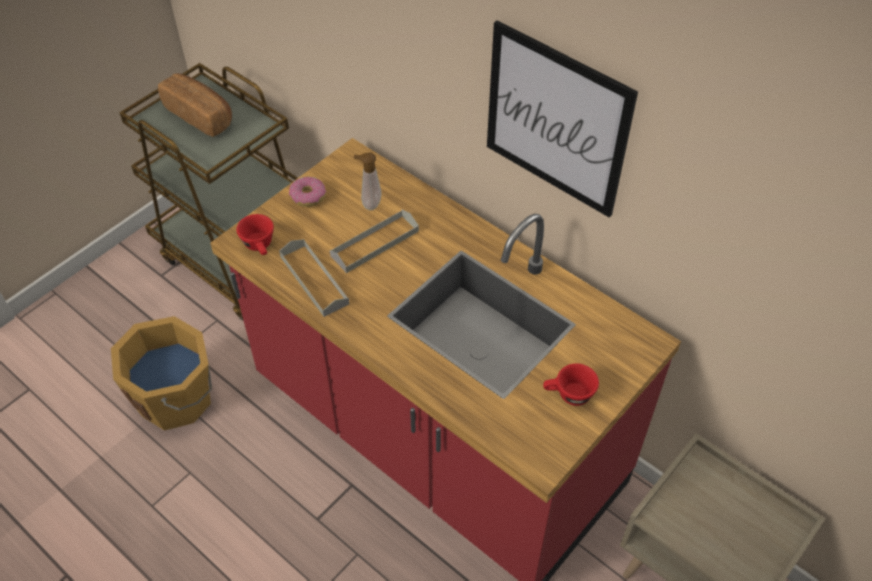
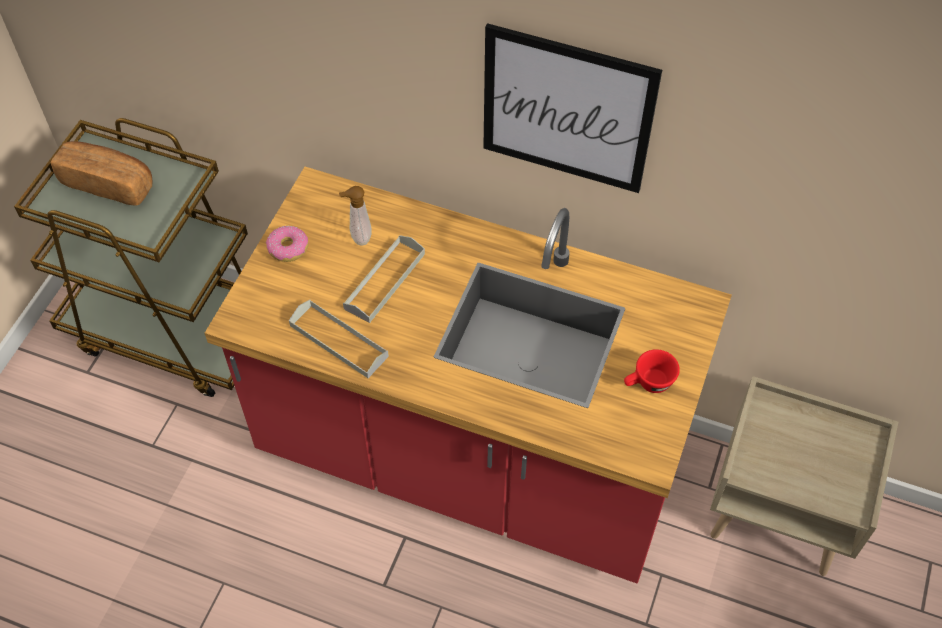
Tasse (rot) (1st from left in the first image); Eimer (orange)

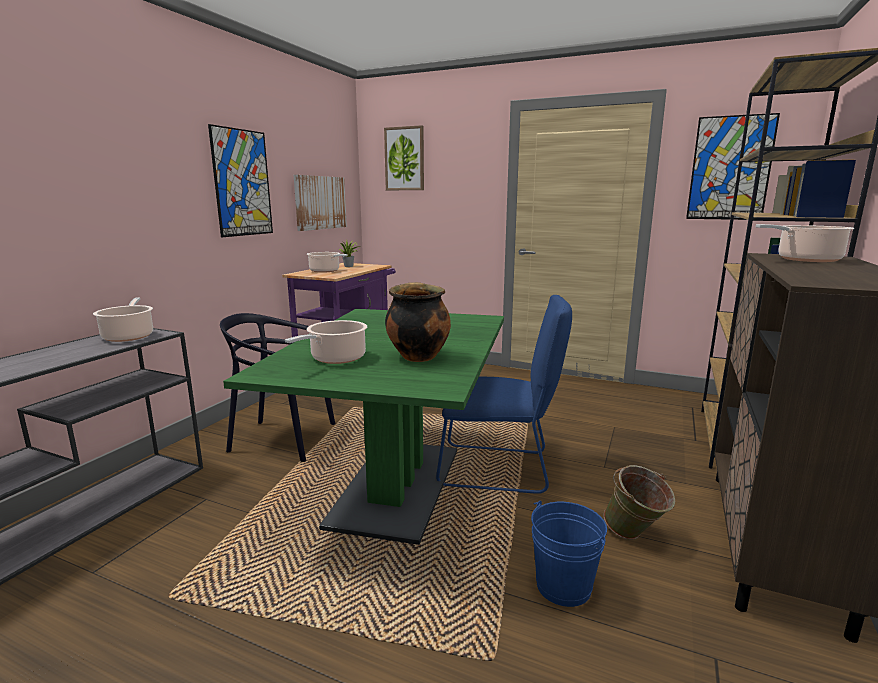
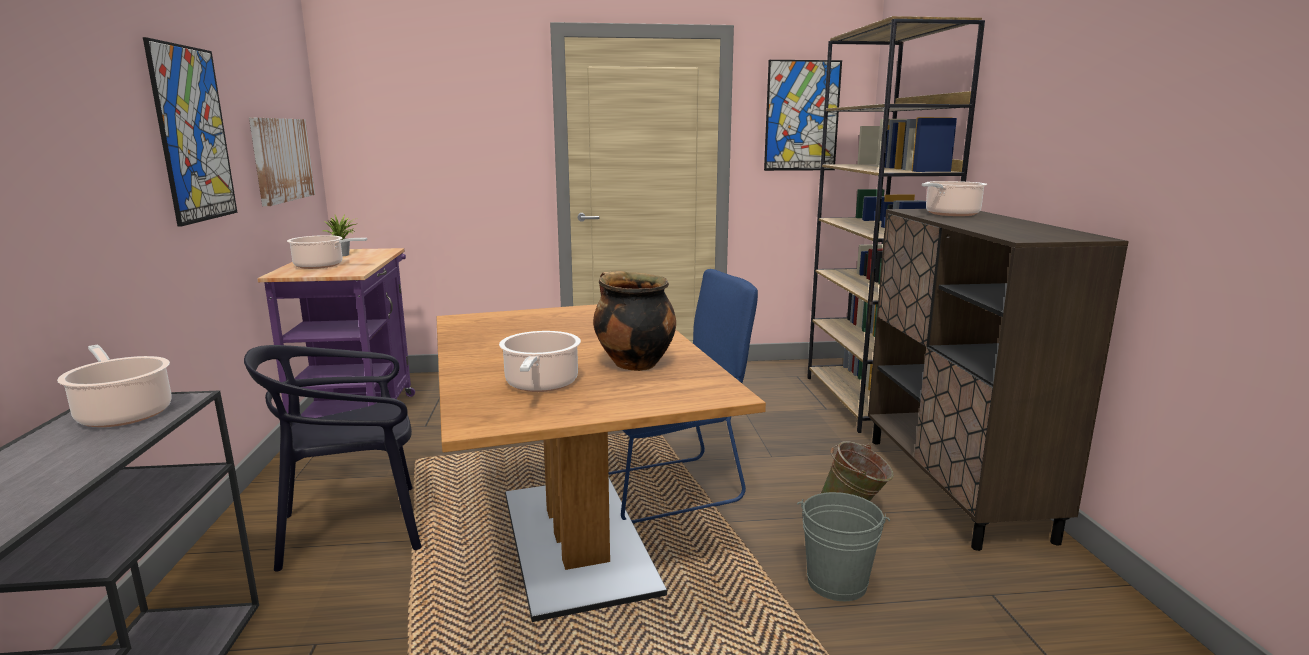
Bild (3rd from left in the first image); Esstisch (braun); Eimer (grau)

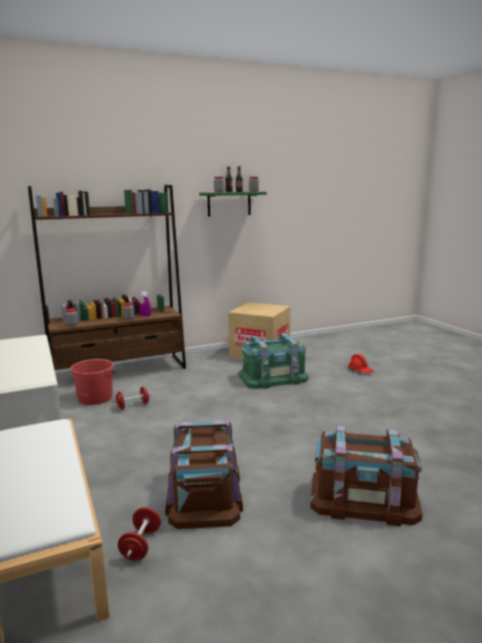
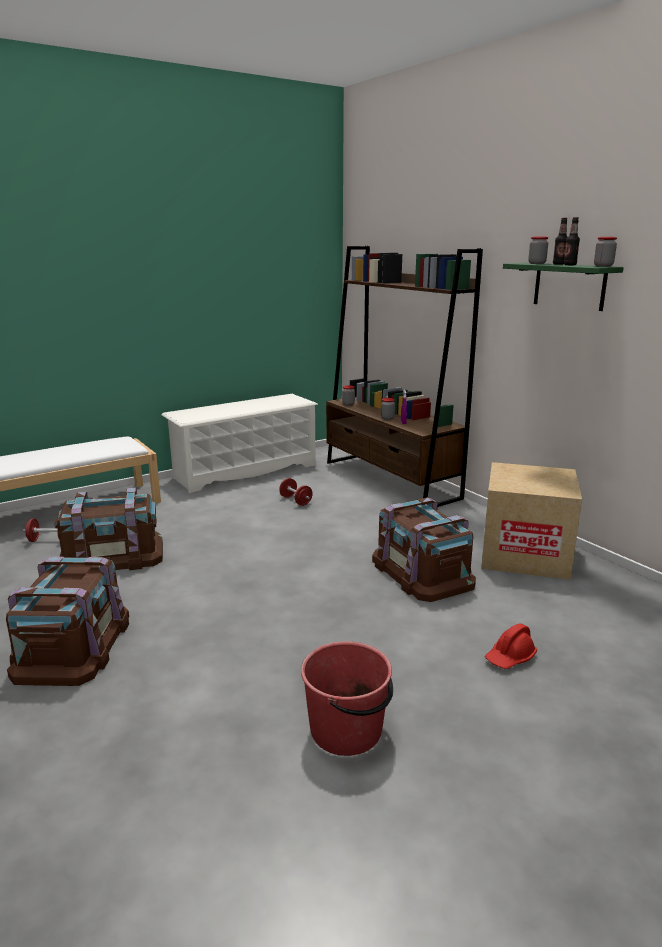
Aufbewahrungsbox (braun) (3rd from left); Eimer (rot)

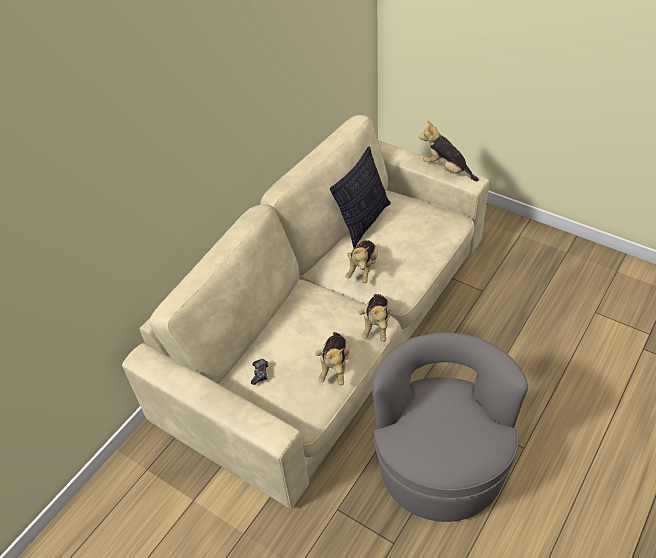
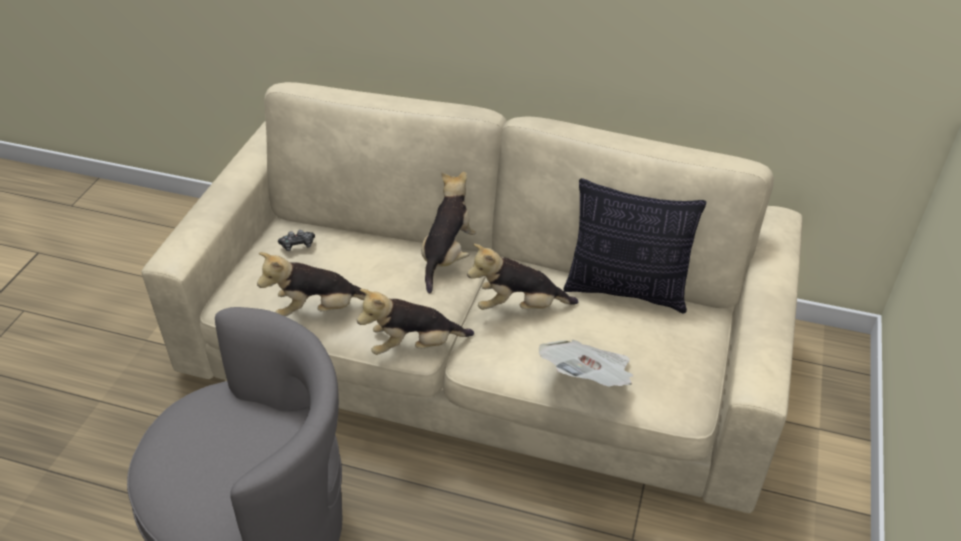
Plüschtier (3rd from left); Zeitung

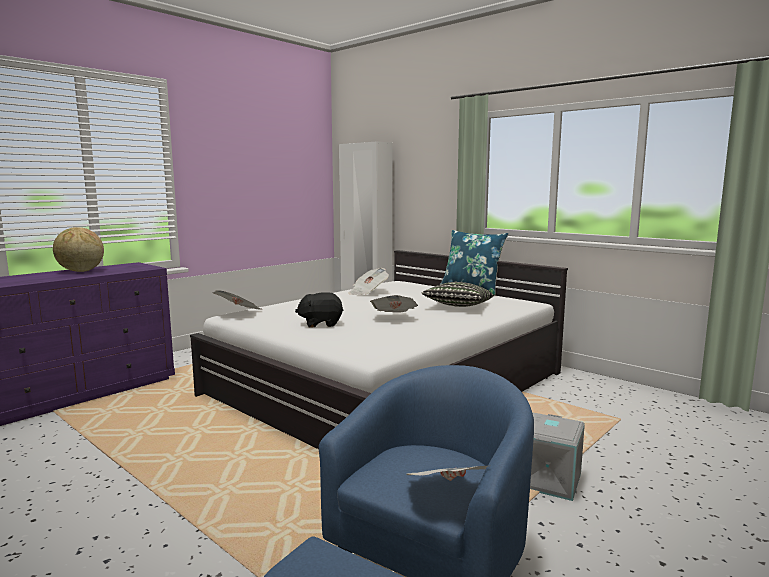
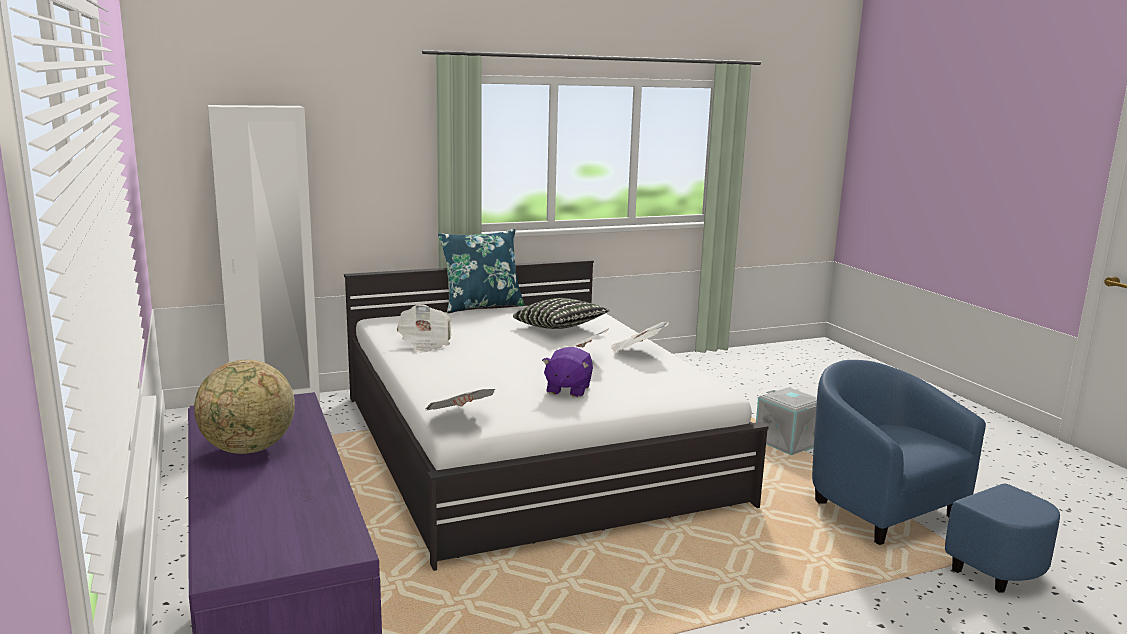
Plüschtier (lila); Zeitung (4th from left)

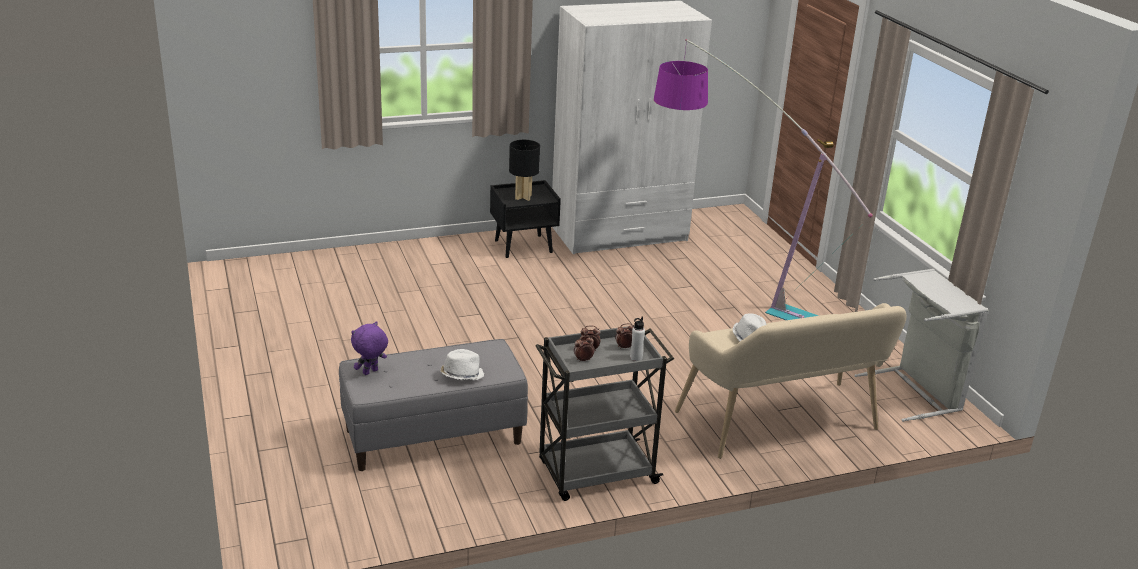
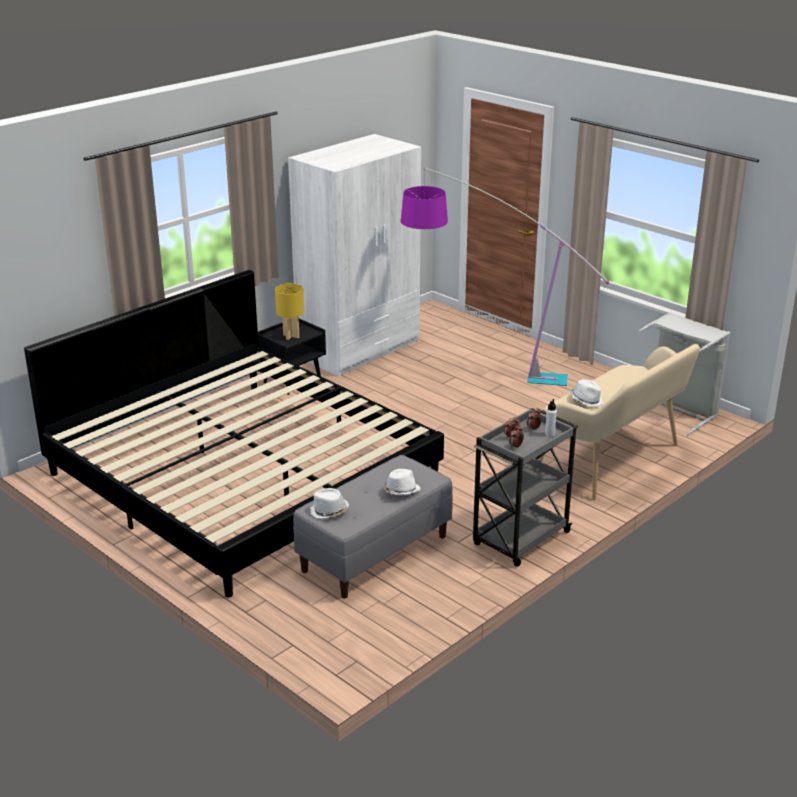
Tischlampe (gelb); Hut (weiß) (1st from left); Bett

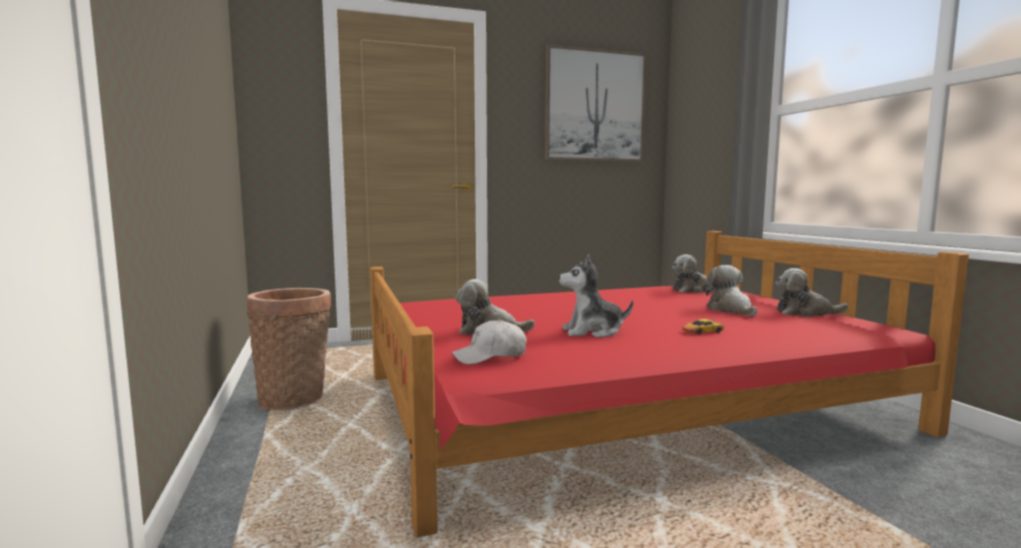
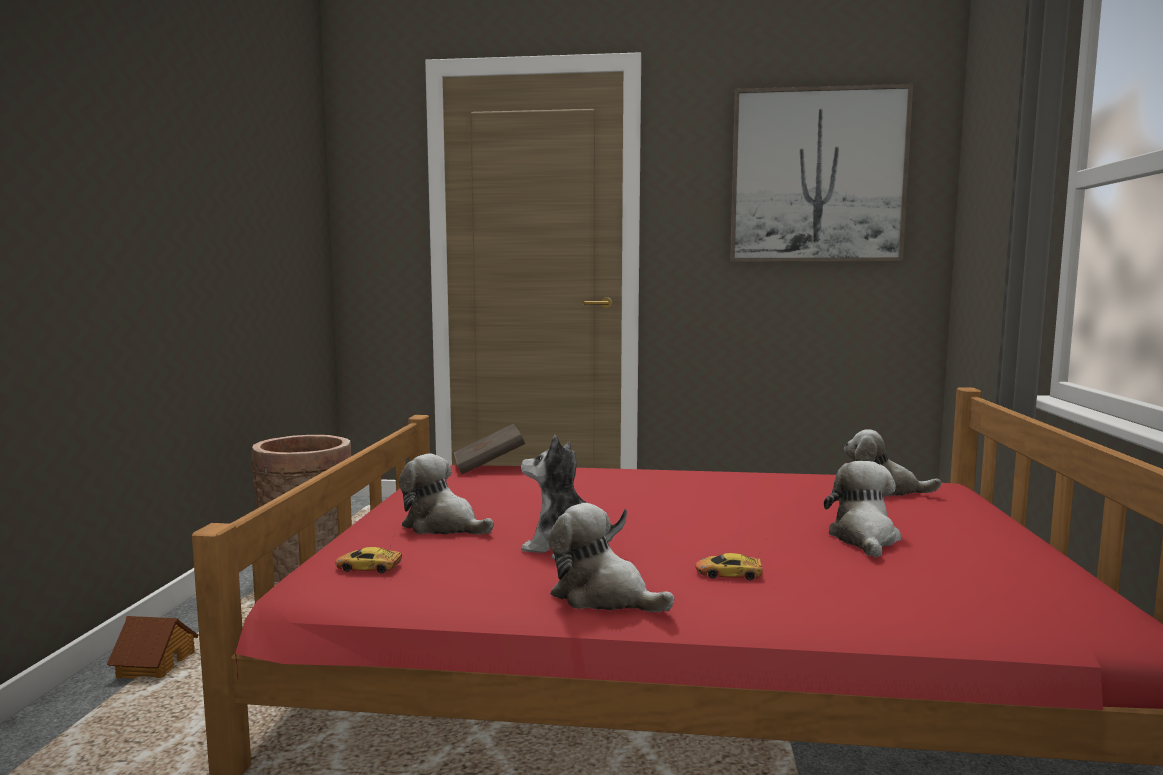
Plüschtier (3rd from left); Spielzeugauto (1st from left); Buch (braun); Spielzeughaus

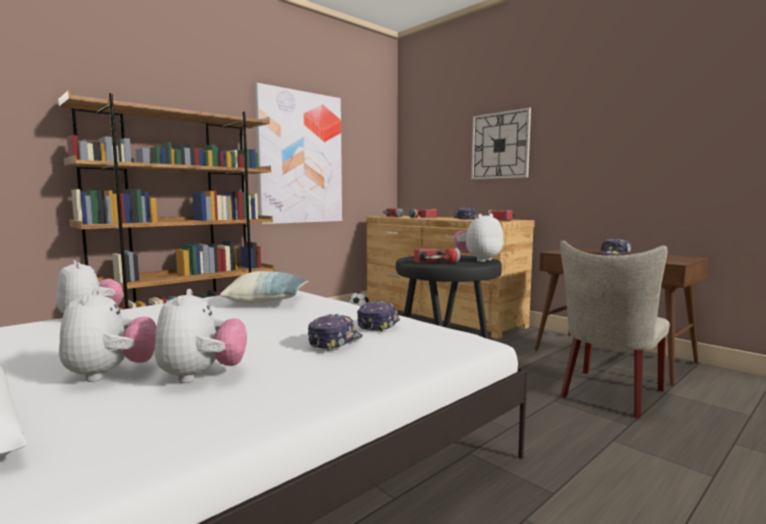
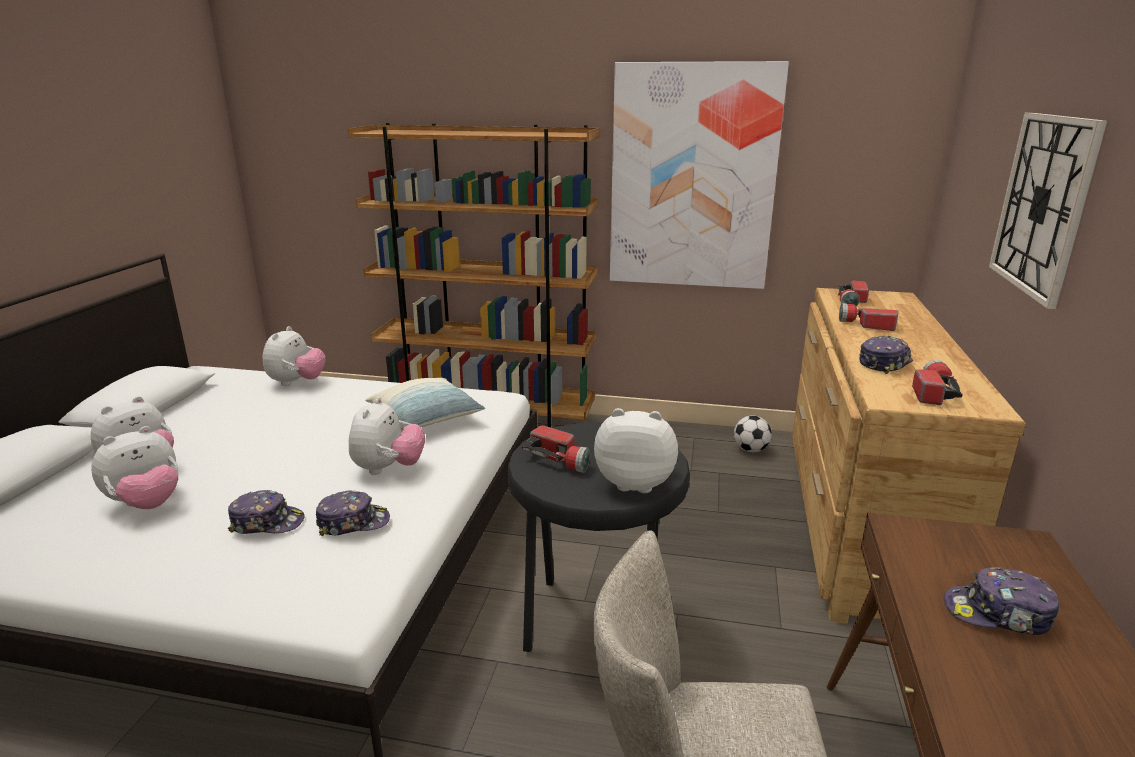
Plüschtier (4th from left)

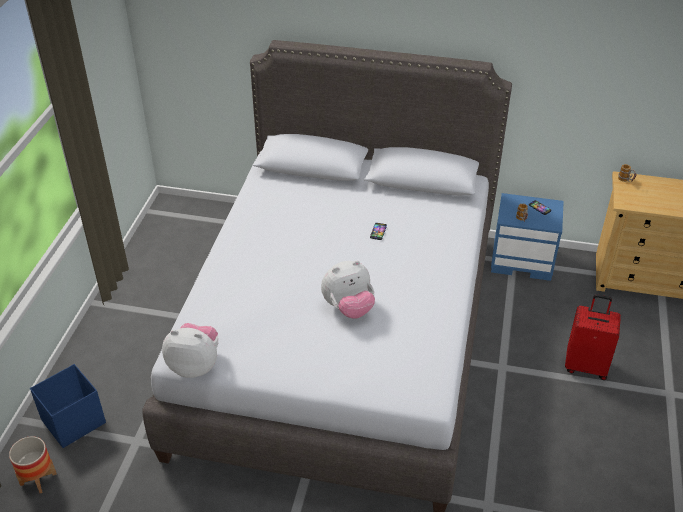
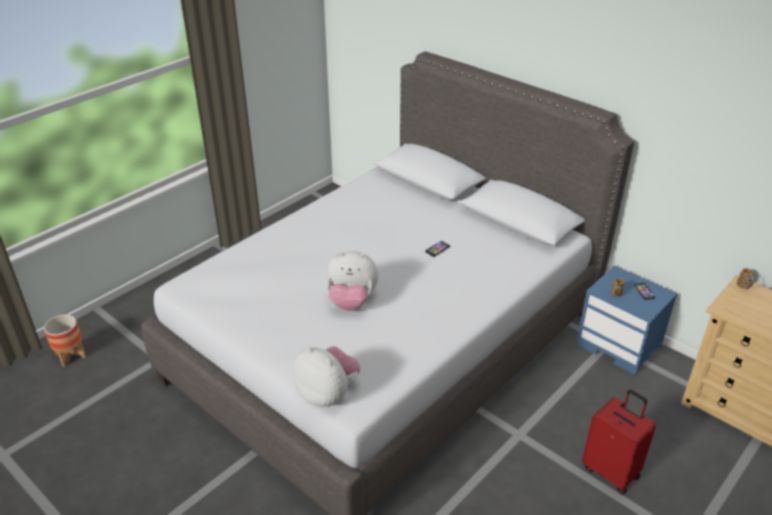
Plüschtier (1st from left); Aufbewahrungsbox (blau)

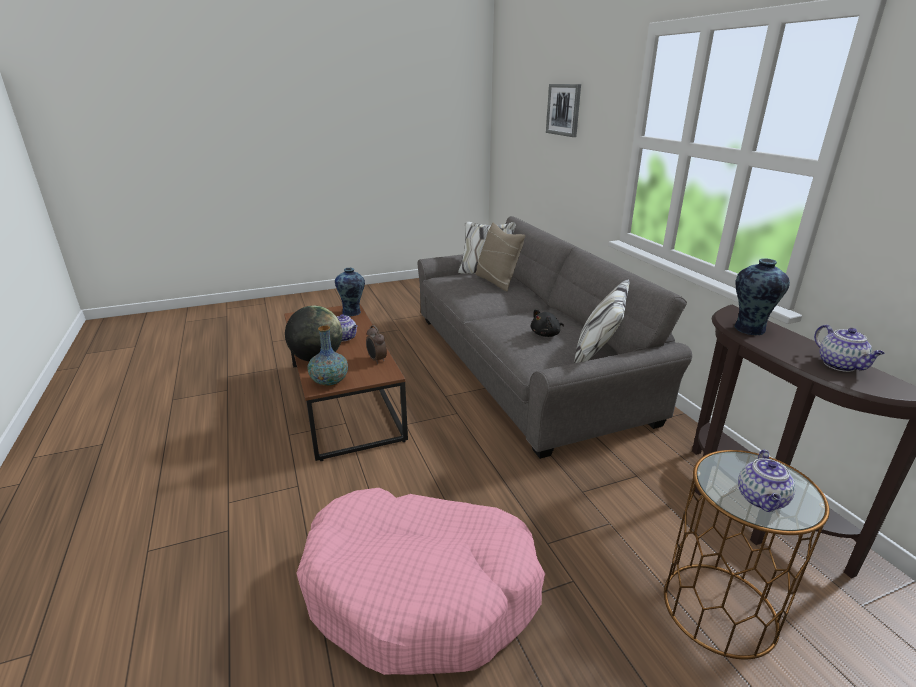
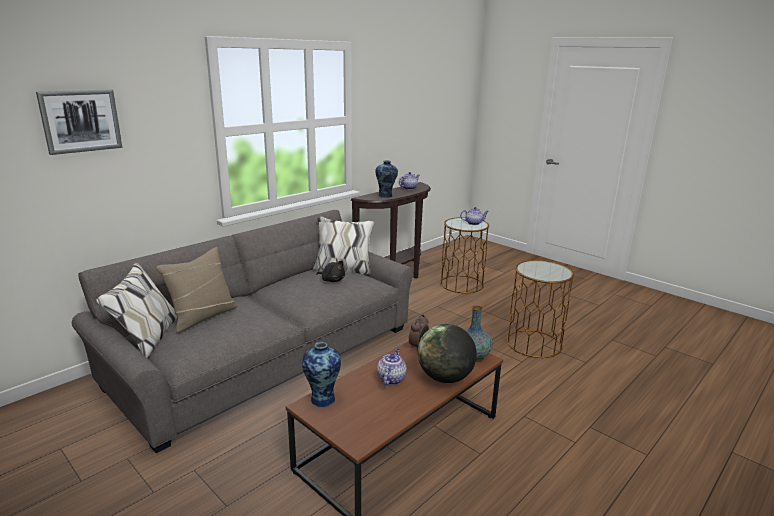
Beistelltisch (braun) (2nd from left)

